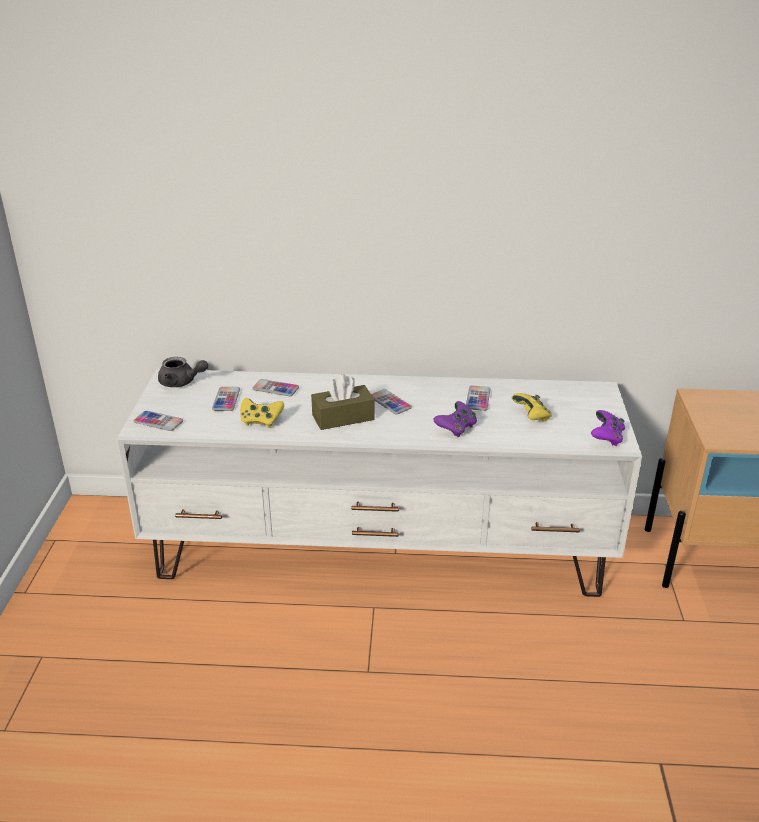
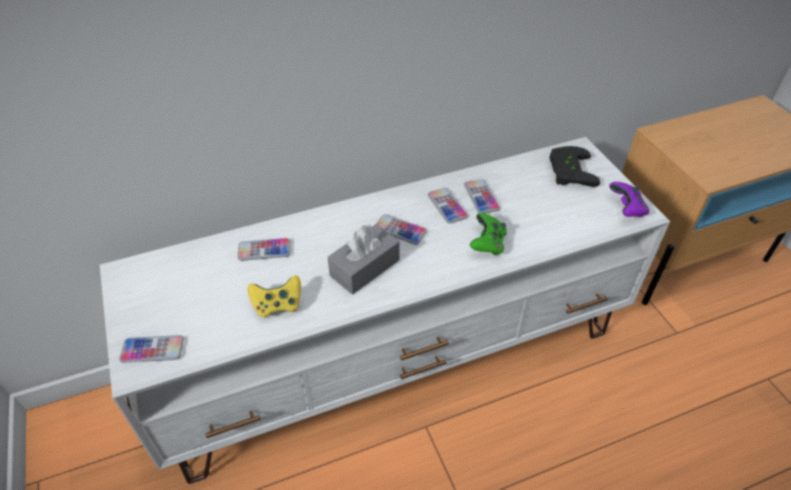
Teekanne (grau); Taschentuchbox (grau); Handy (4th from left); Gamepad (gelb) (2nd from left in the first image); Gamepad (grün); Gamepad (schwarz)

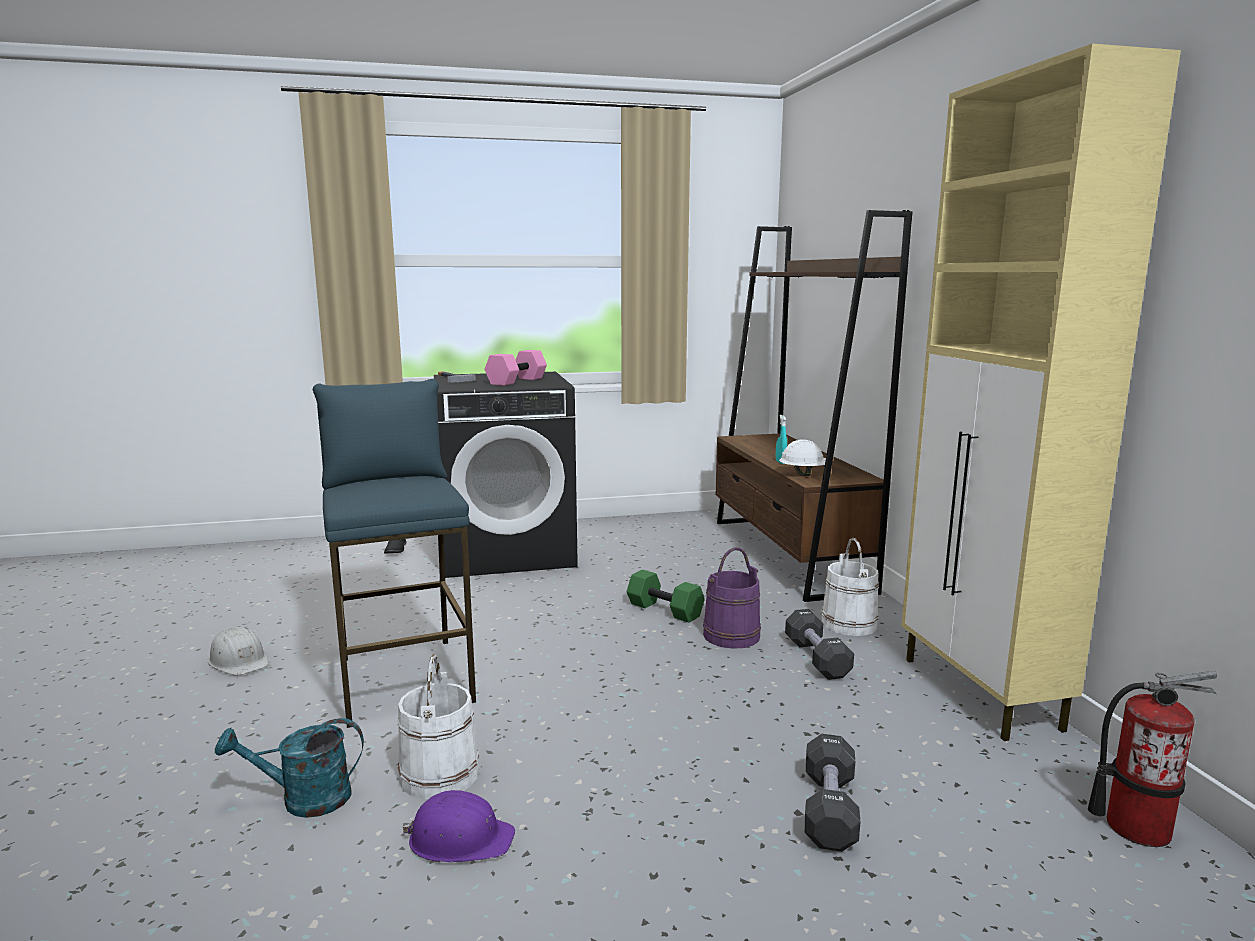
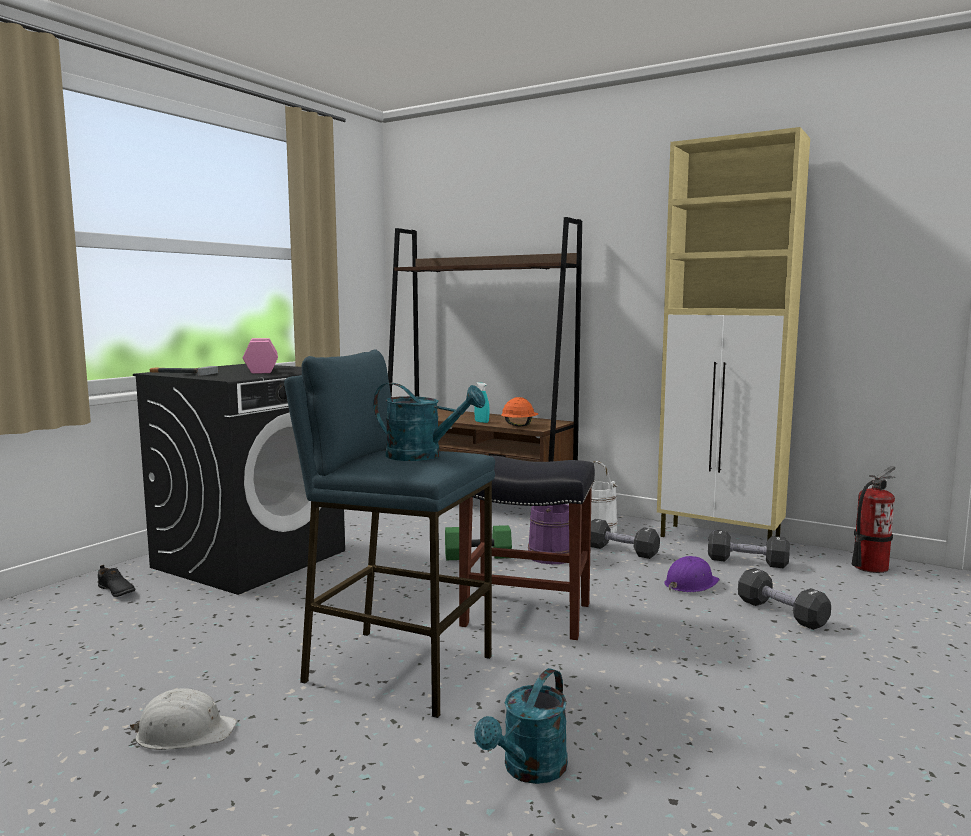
Schutzhelm (orange); Eimer (weiß) (1st from left in the first image); Schutzhelm (lila); Gießkanne (türkis) (1st from left); Hocker (schwarz); Hantel (schwarz) (2nd from left)

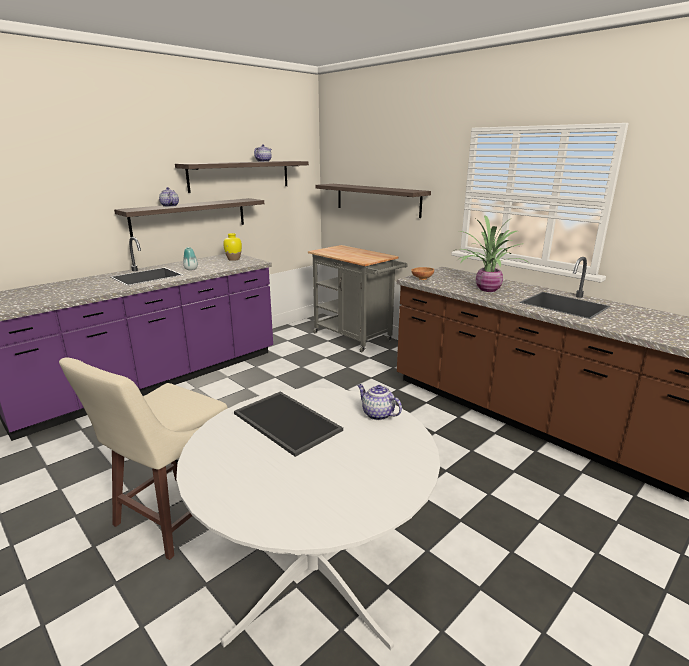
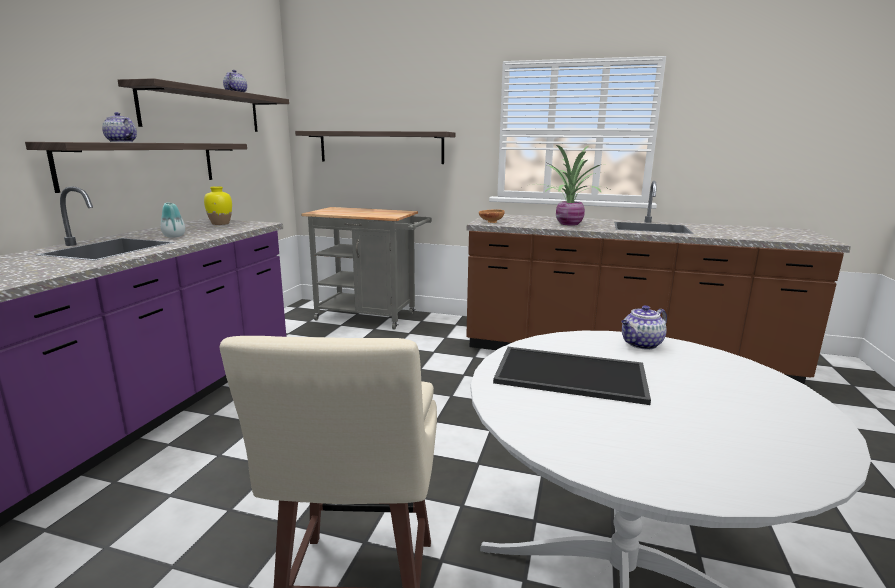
Teekanne (3rd from left)

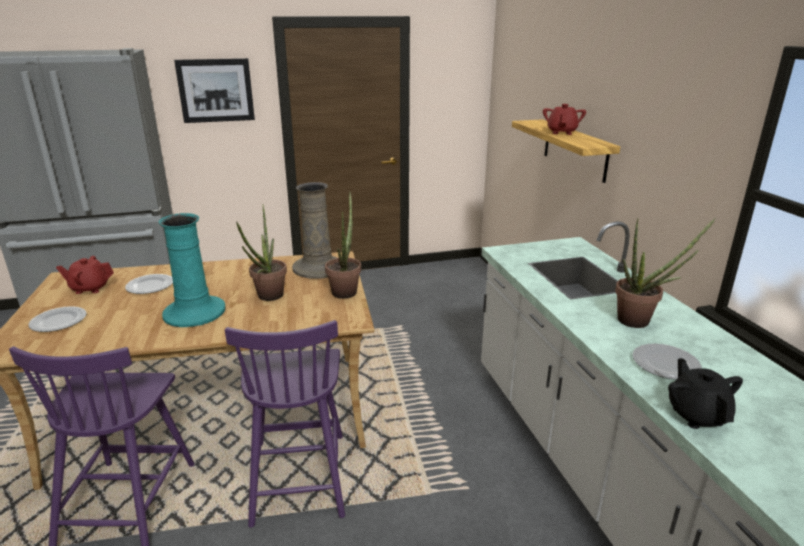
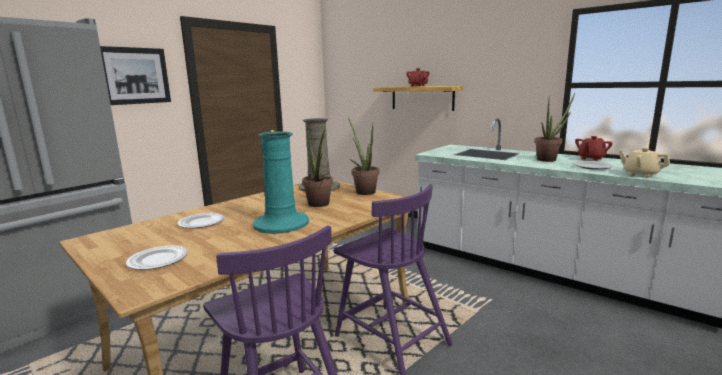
Teekanne (rot) (2nd from left); Teekanne (beige)

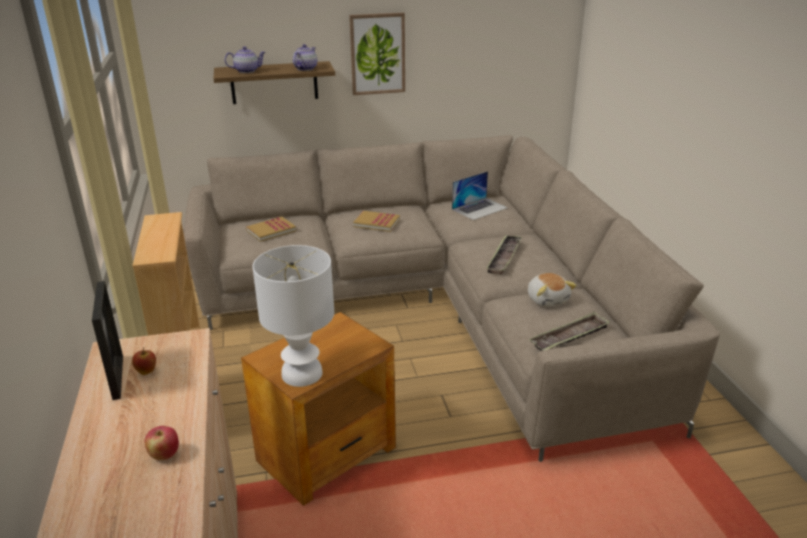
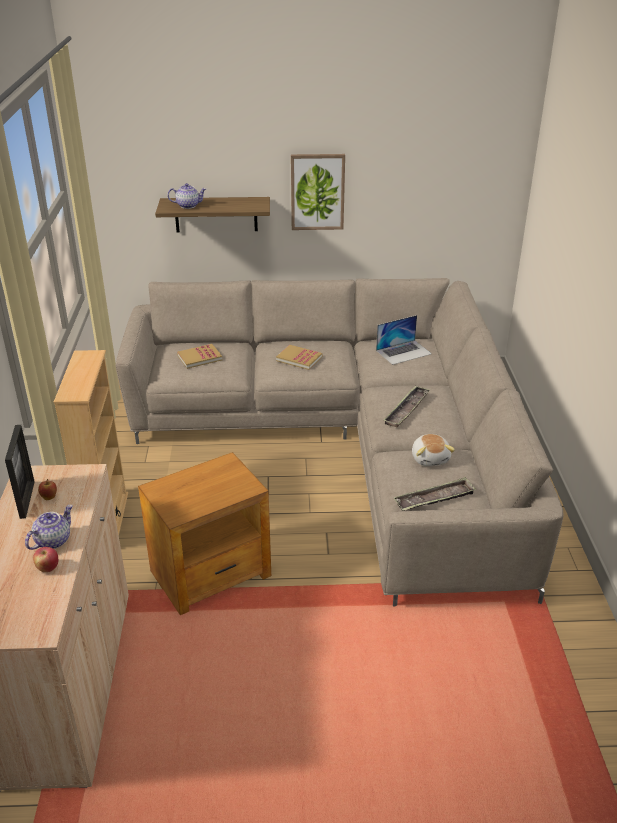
Teekanne (1st from left); Tischlampe (weiß)

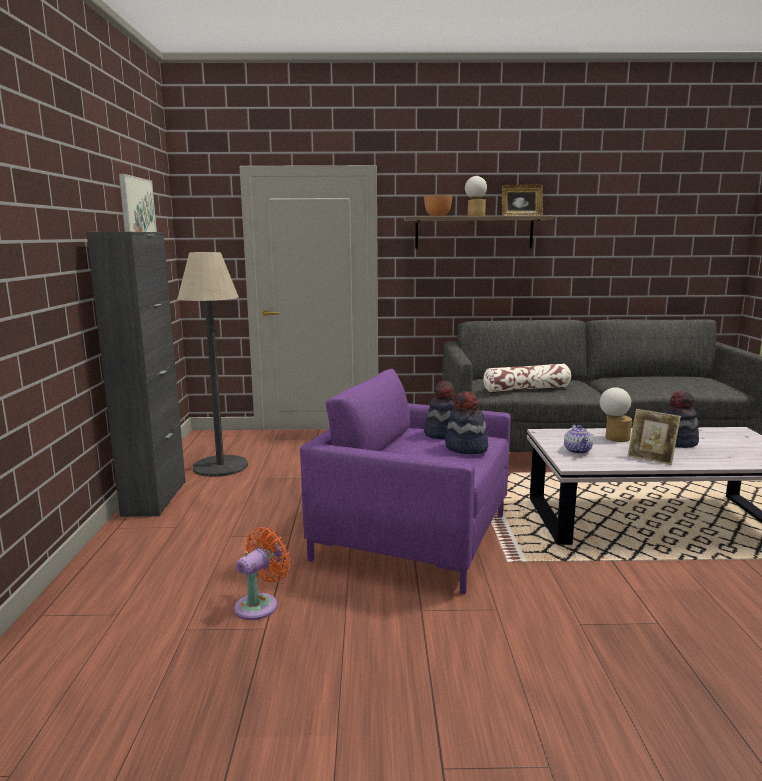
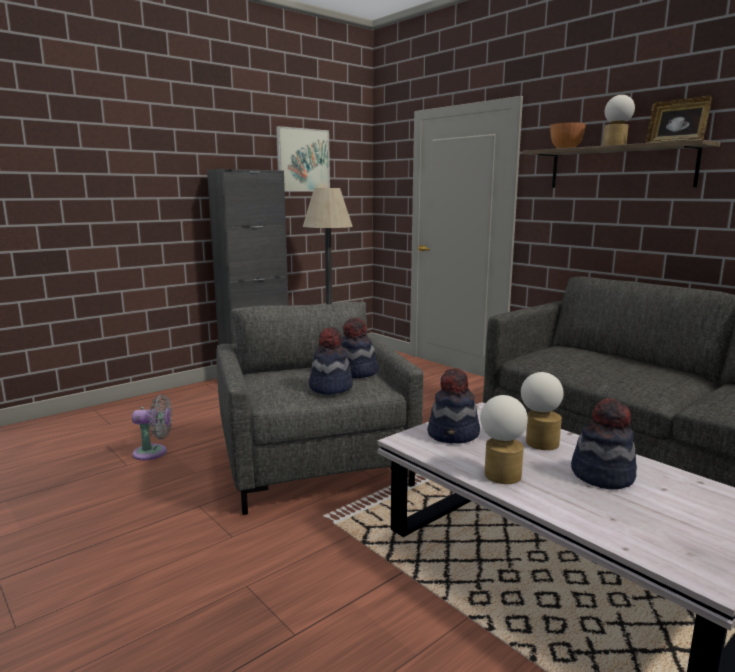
Kissen; Sessel (grau); Tischlampe (1st from left); Hut (3rd from left); Ventilator (grau)

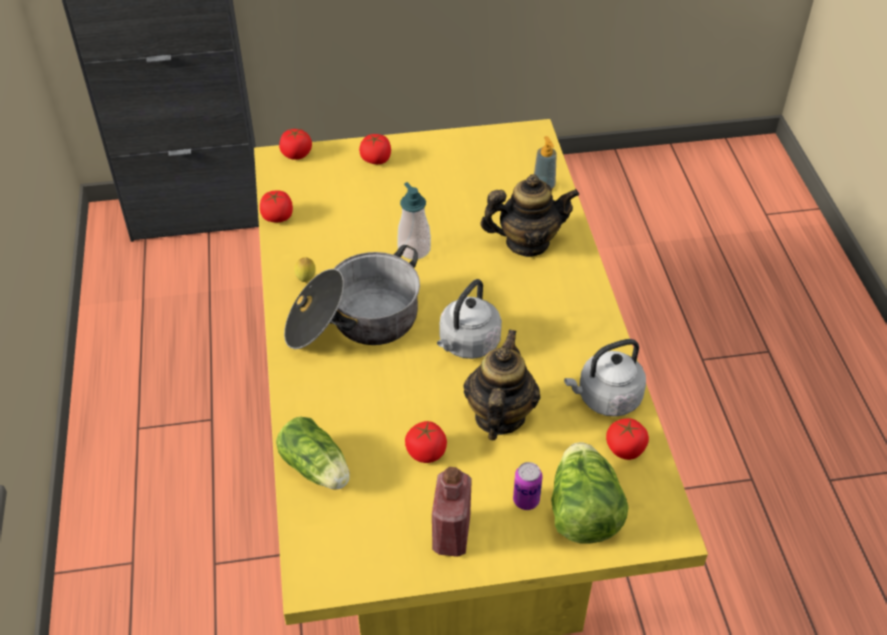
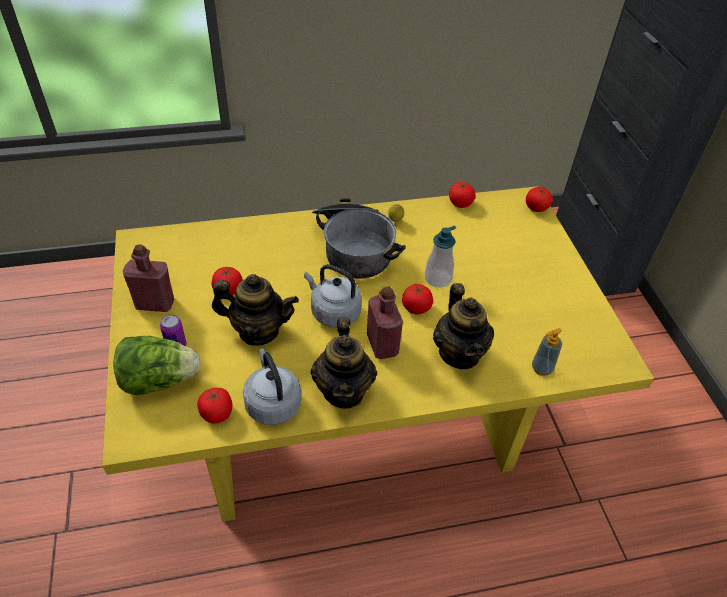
Tomate (3rd from left); Salatkopf (1st from left in the first image); Flasche (rot) (2nd from left); Teekanne (2nd from left)

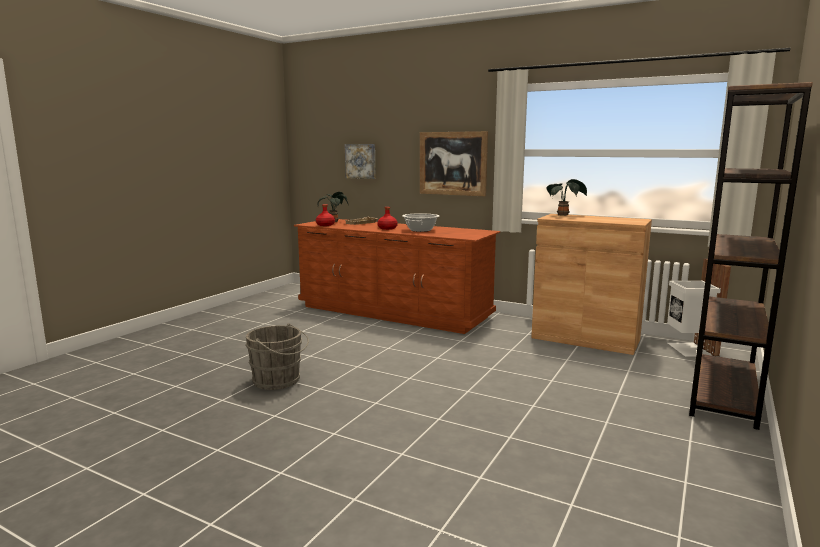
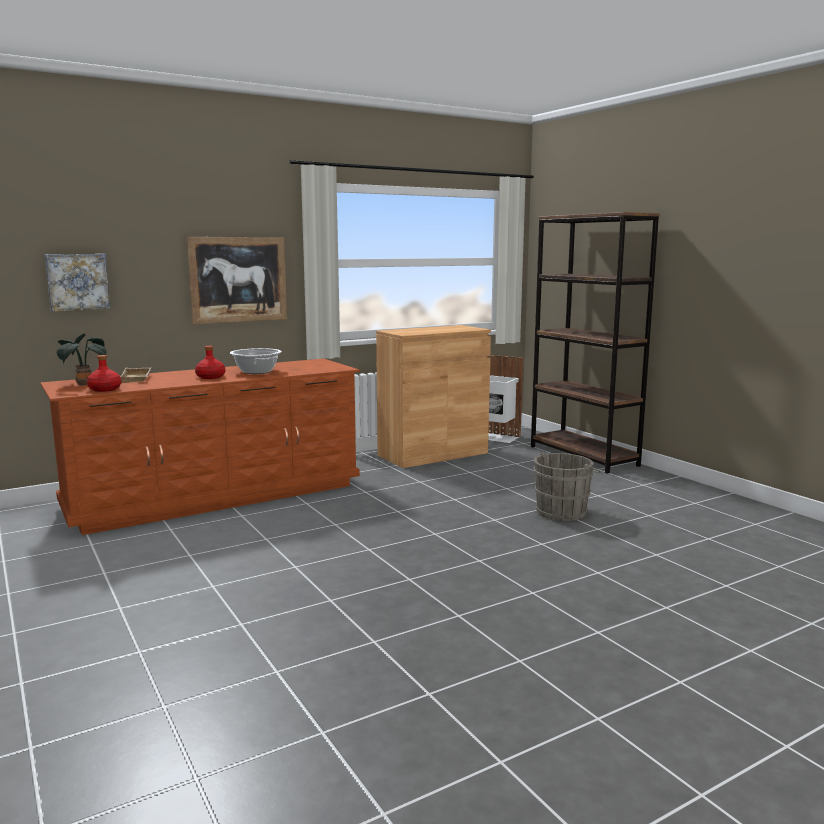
Topfpflanze (2nd from left in the first image); Eimer (grau)

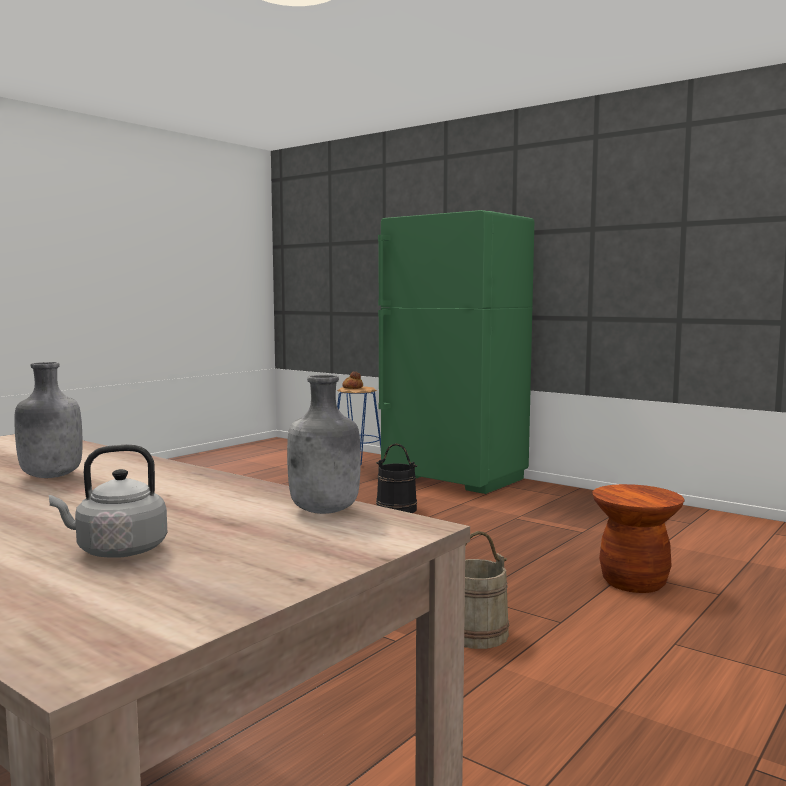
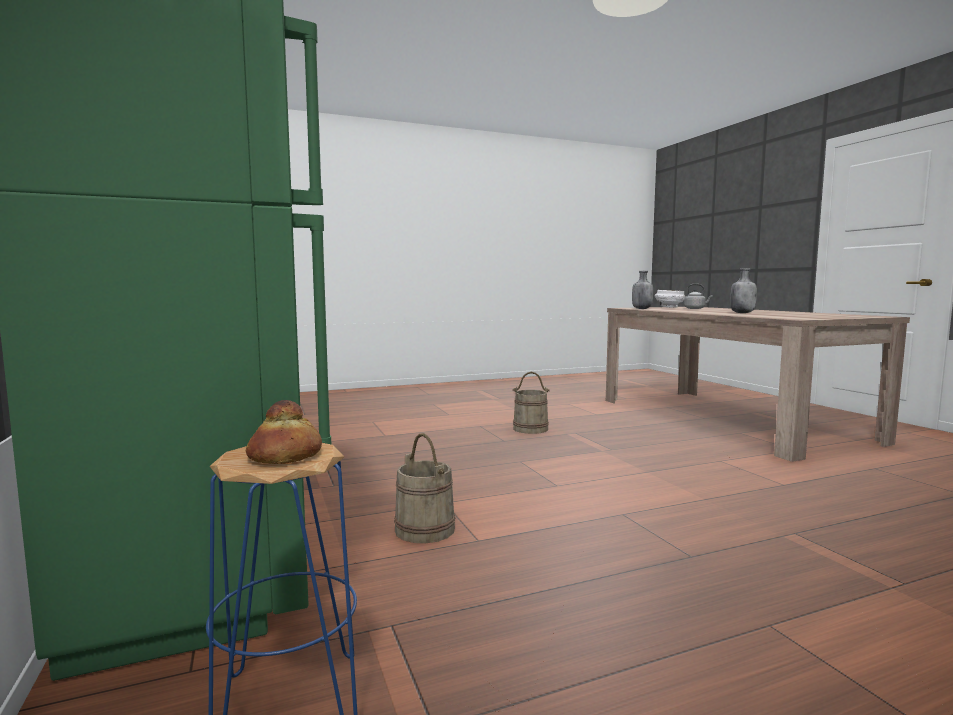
Eimer (beige) (1st from left); Hocker (braun); Schüssel (weiß)

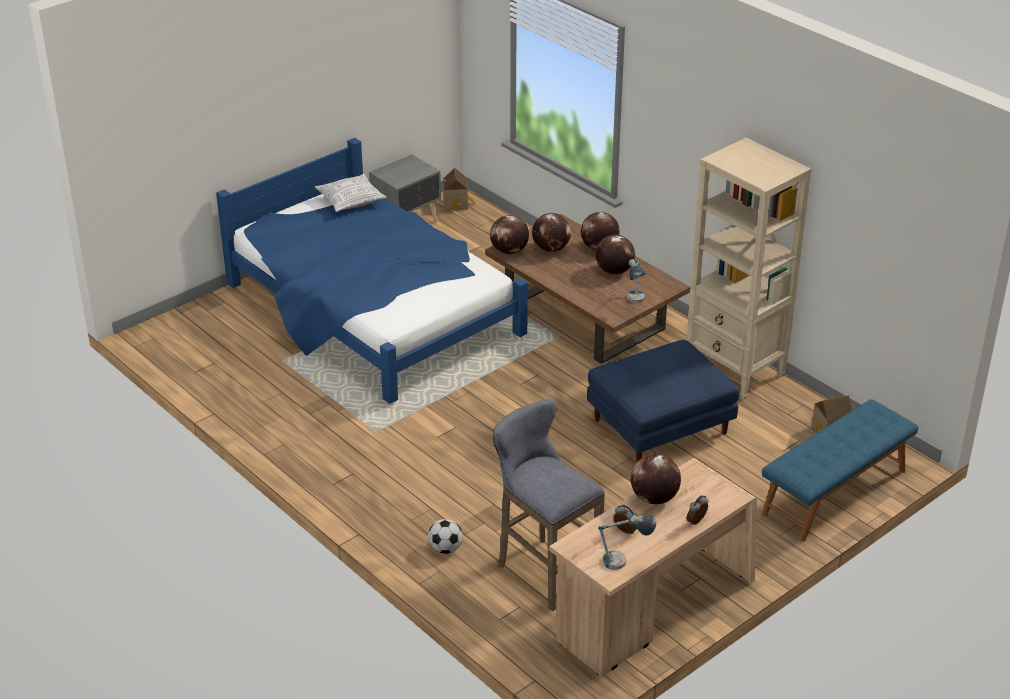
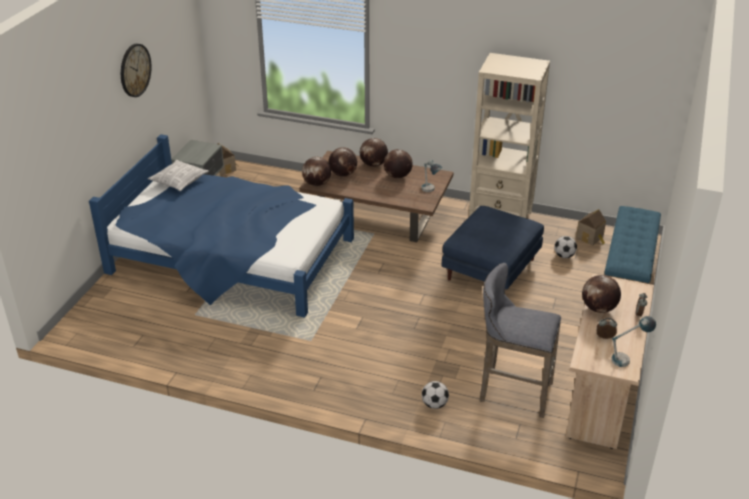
Wanduhr; Fußball (2nd from left)

